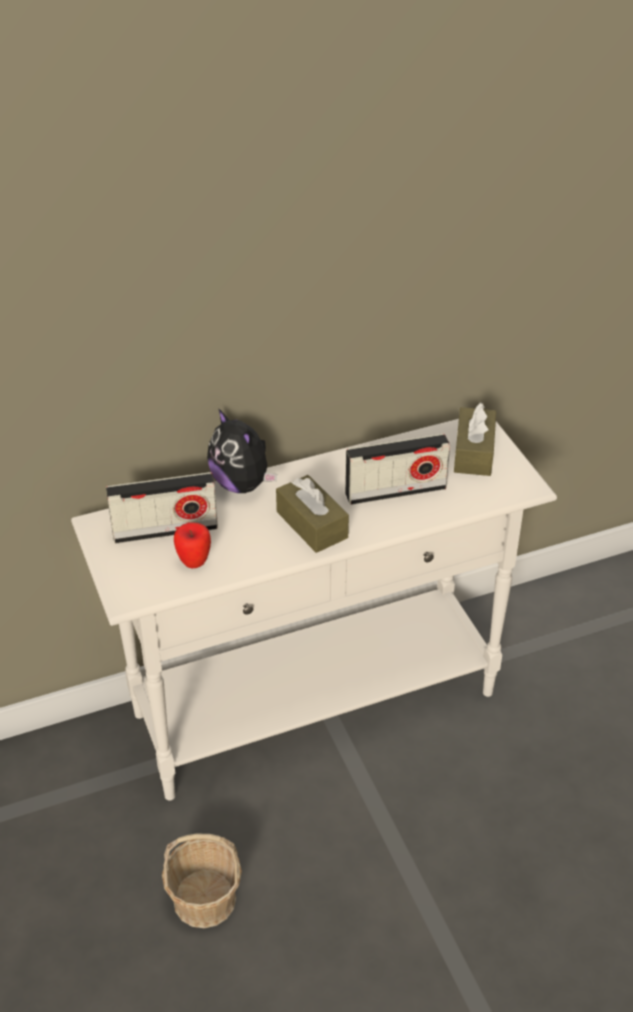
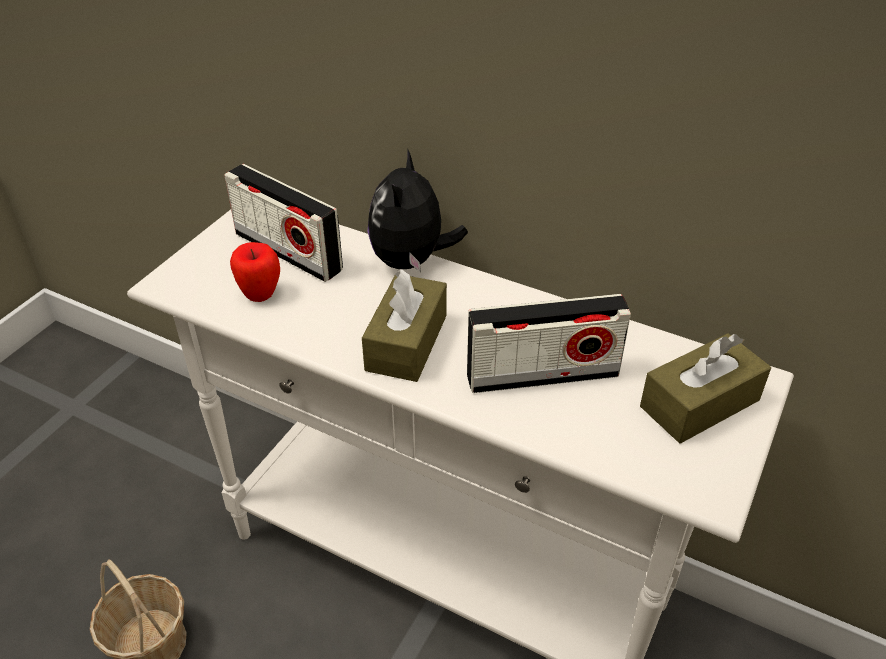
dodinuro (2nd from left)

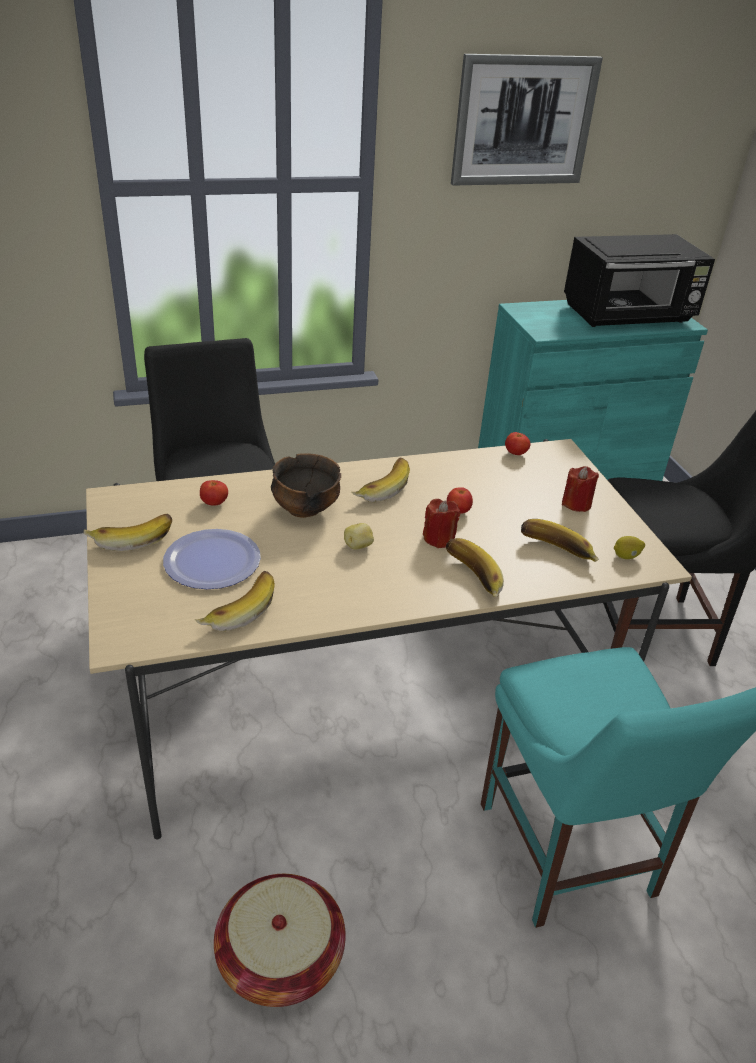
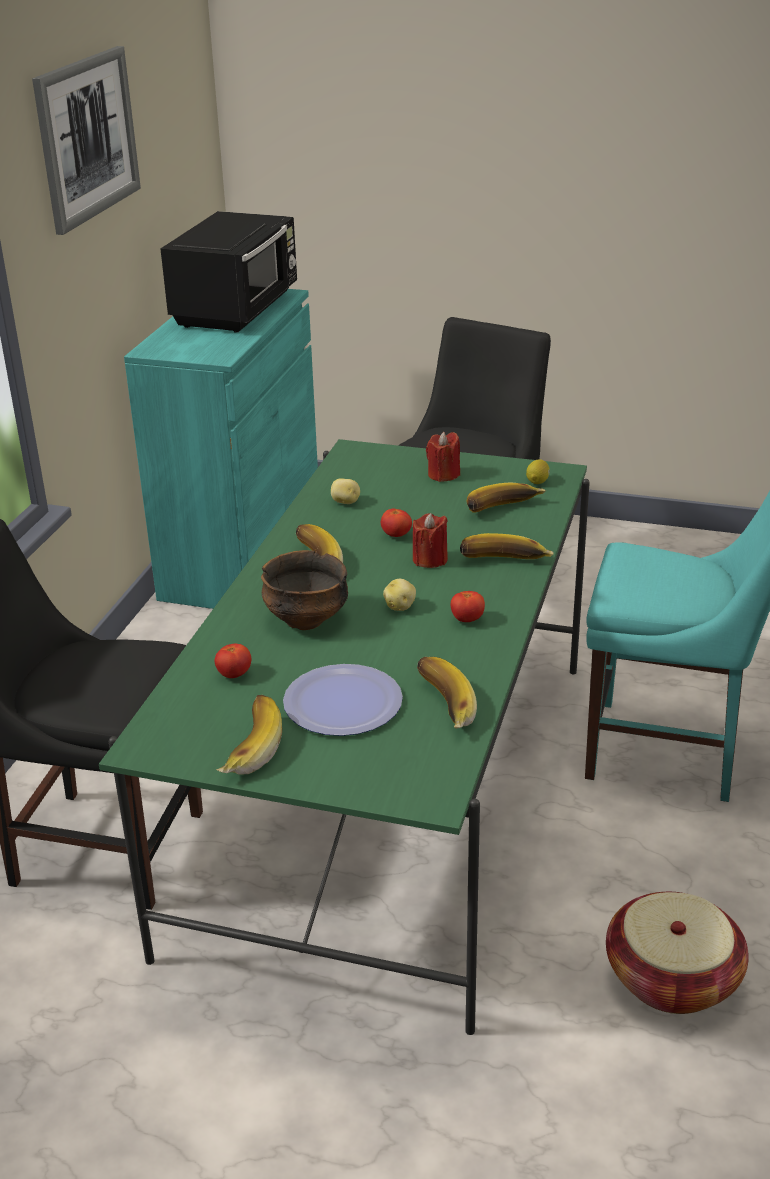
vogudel (1st from left)
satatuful (3rd from left)
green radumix

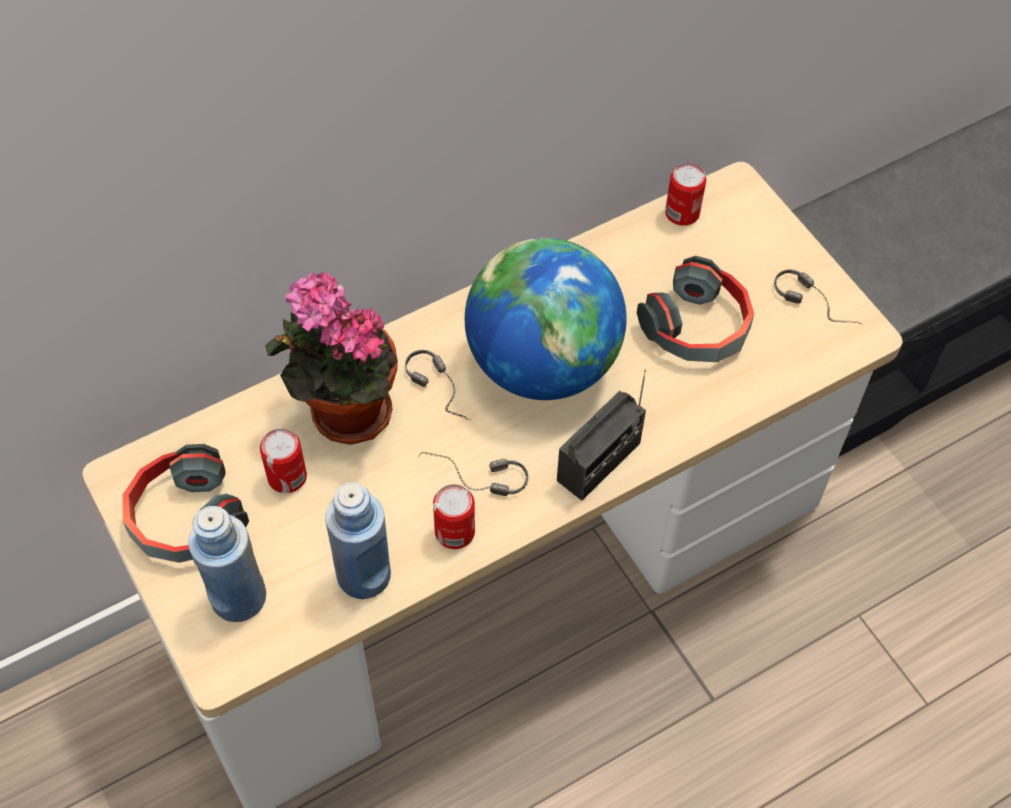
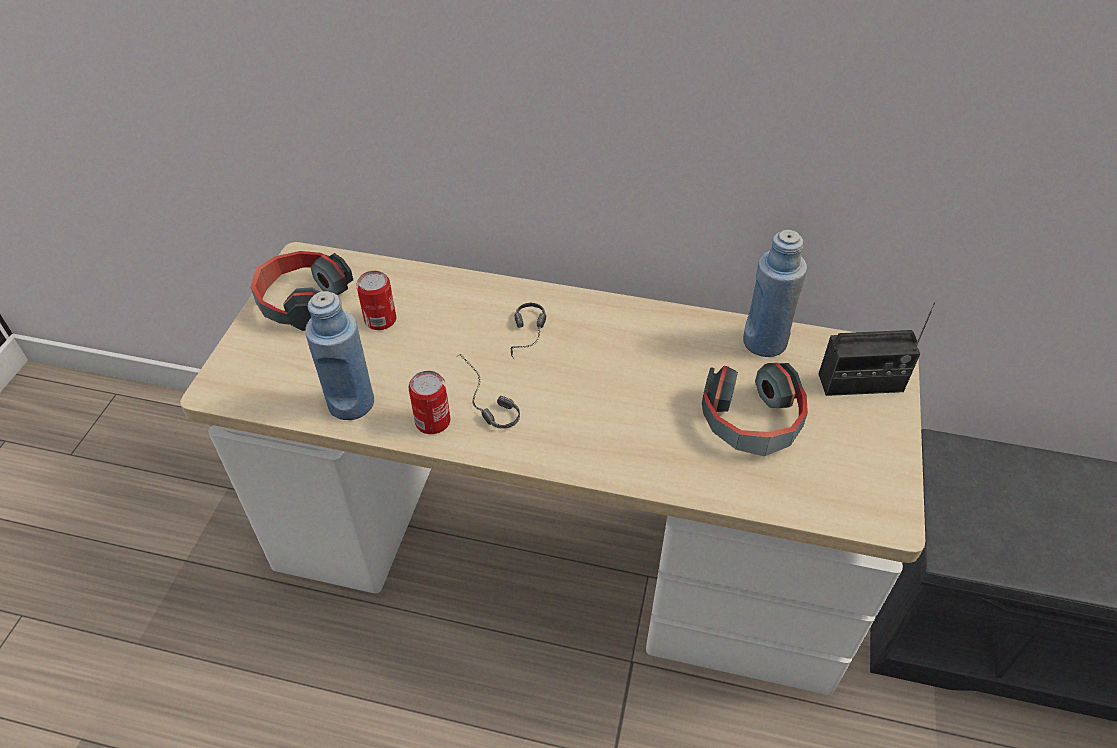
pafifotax
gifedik
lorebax (3rd from left in the first image)
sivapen (5th from left in the first image)
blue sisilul (2nd from left)
dodinuro

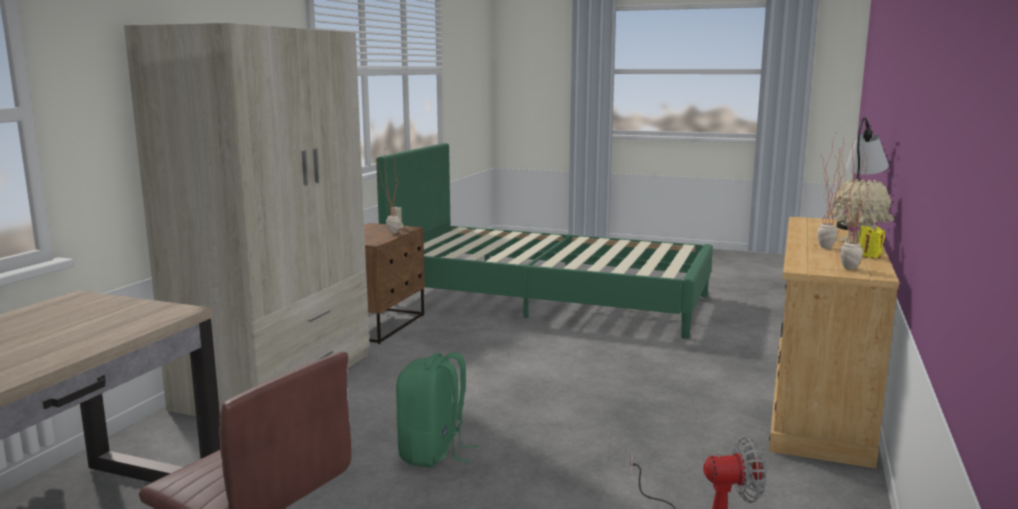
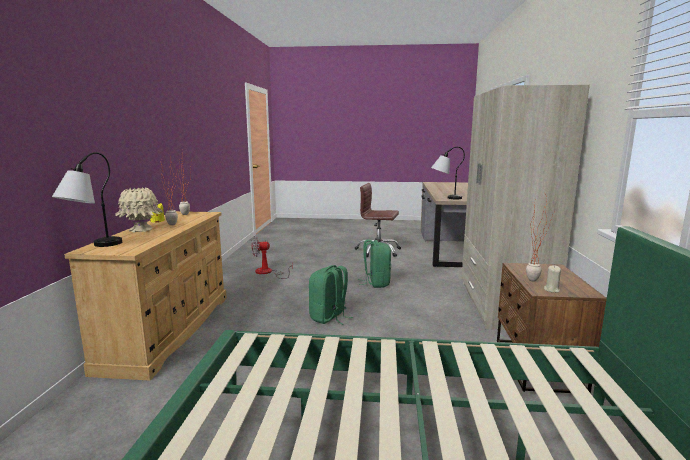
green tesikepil (1st from left)
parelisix (2nd from left)

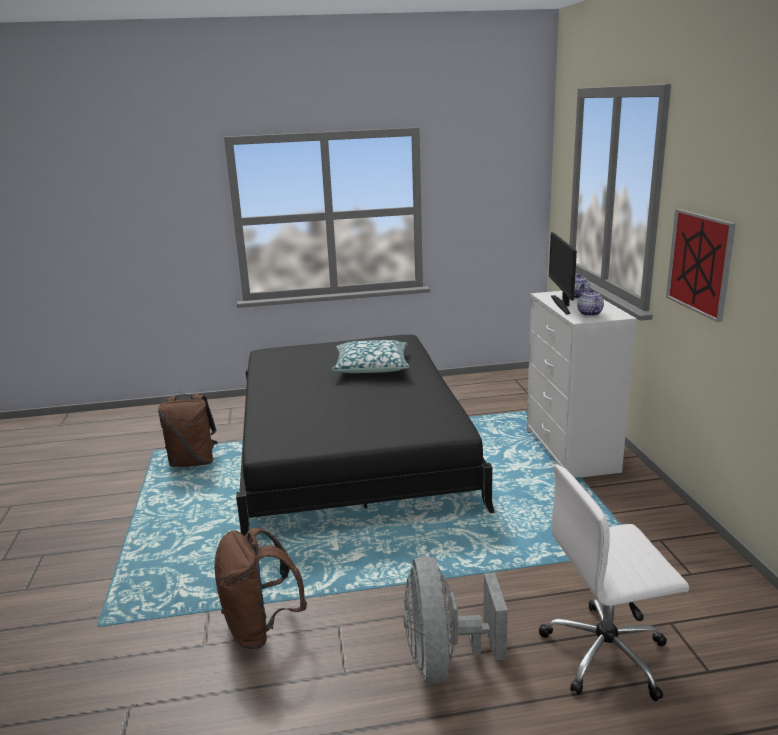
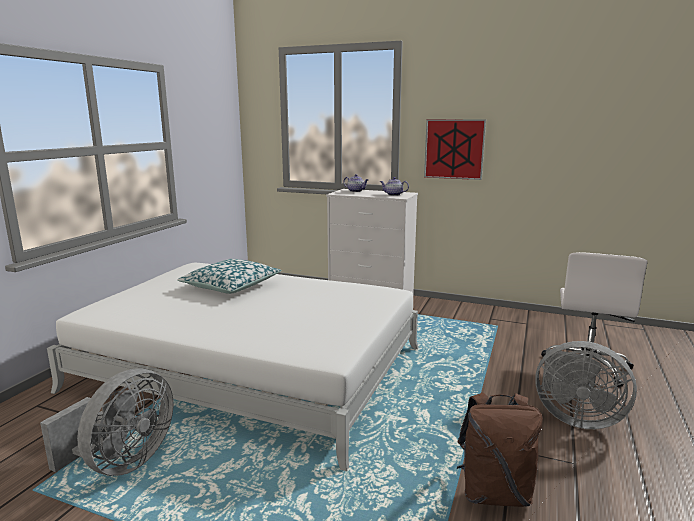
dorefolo
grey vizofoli (1st from left)
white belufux

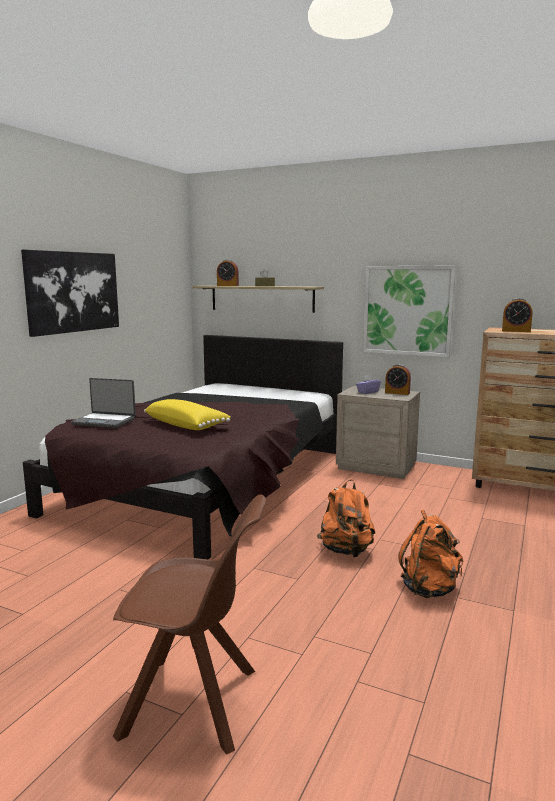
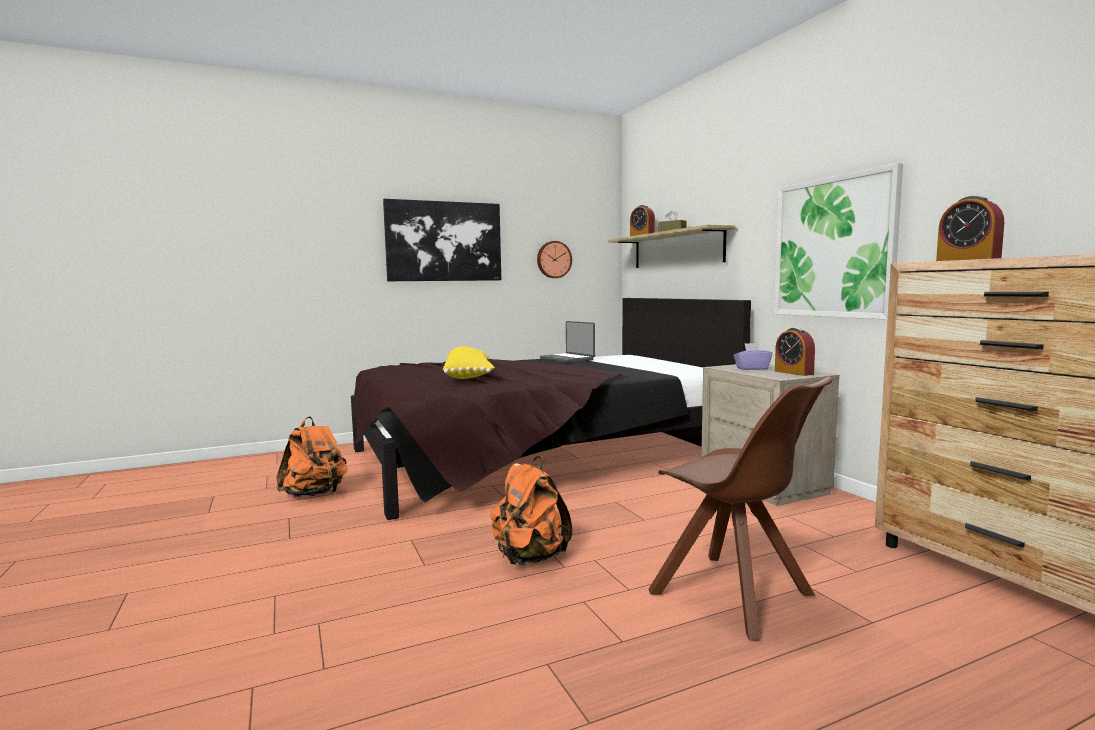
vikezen
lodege
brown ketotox
orange tesikepil (1st from left)

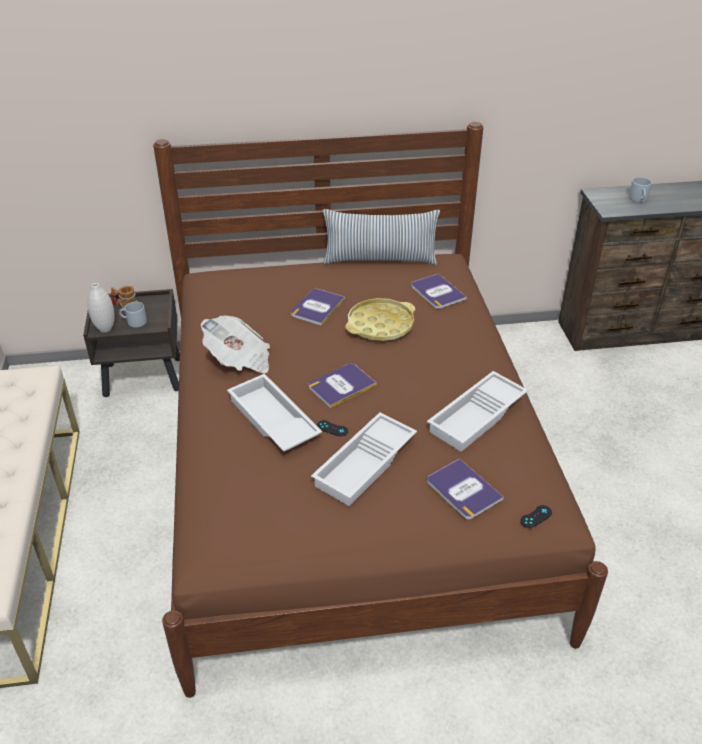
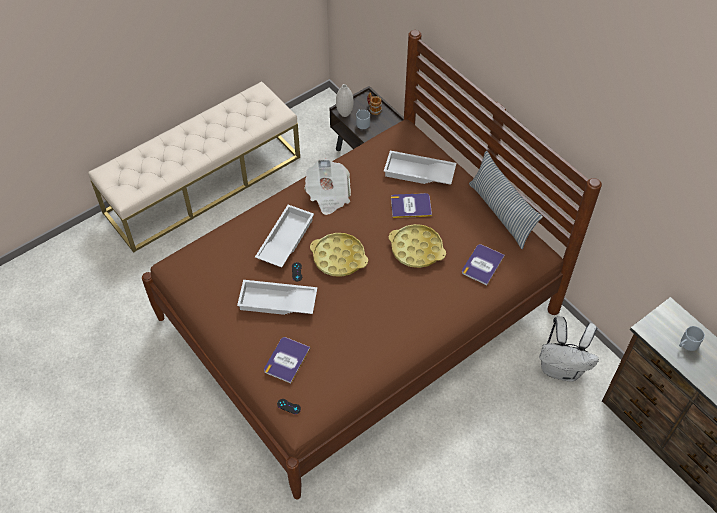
white tesikepil
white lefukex (3rd from left)
yellow lefukex (1st from left)

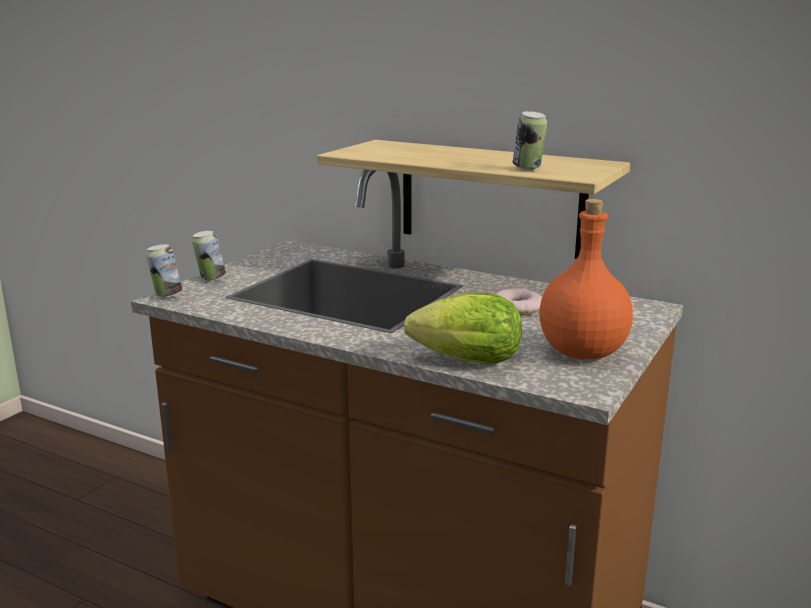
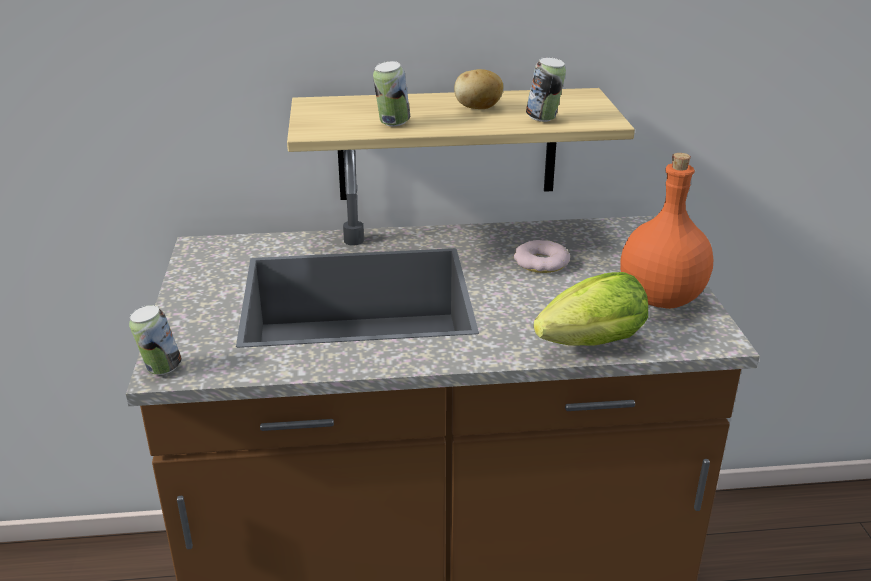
vogudel
lorebax (2nd from left)

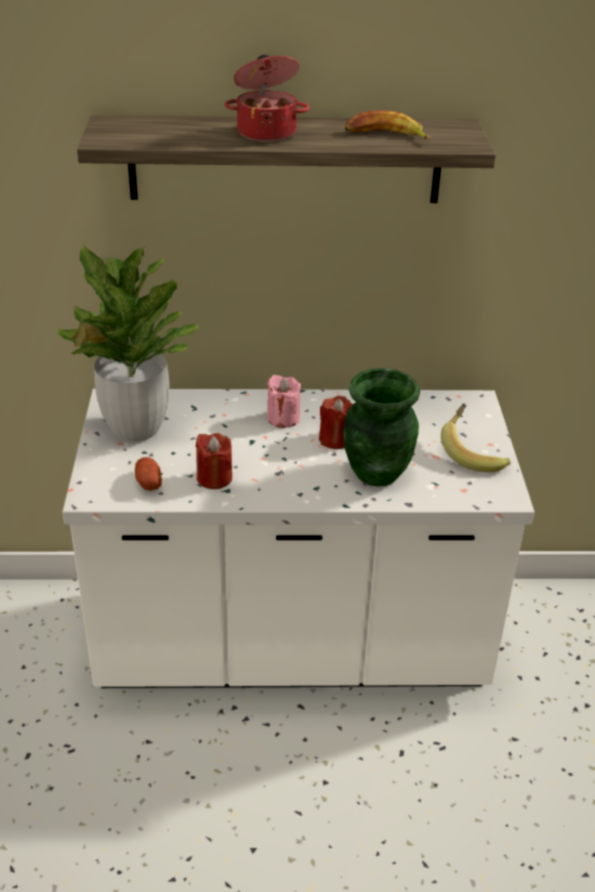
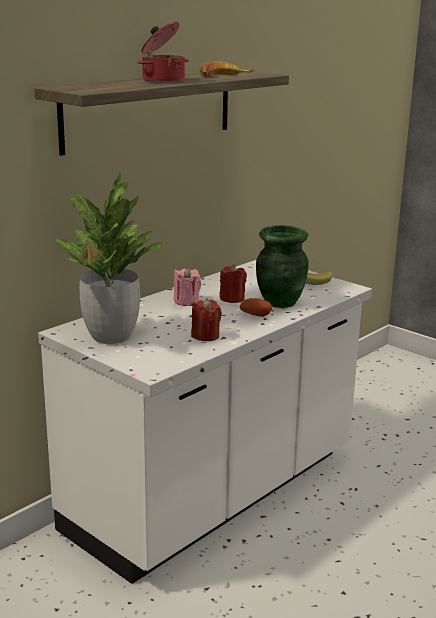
vogudel

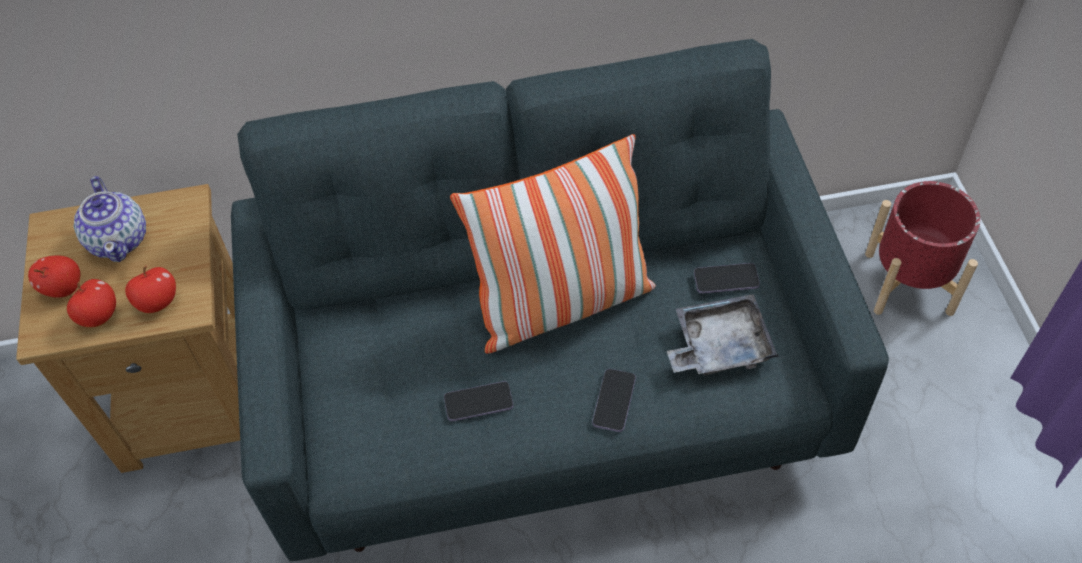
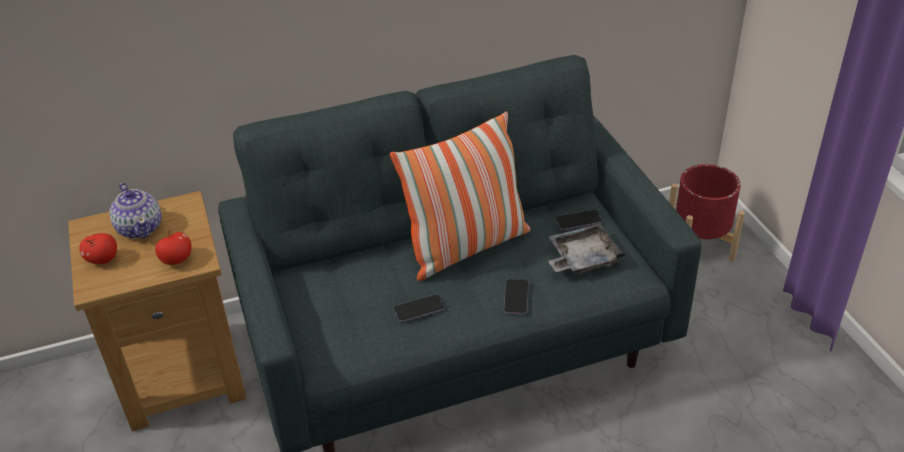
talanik (2nd from left in the first image)

